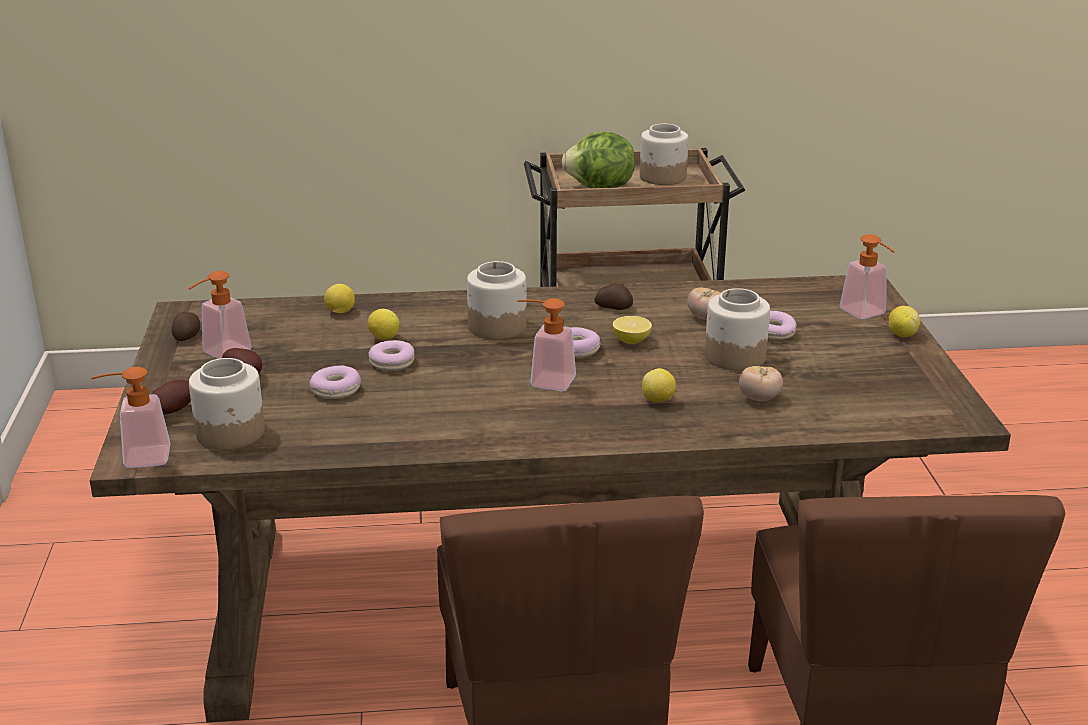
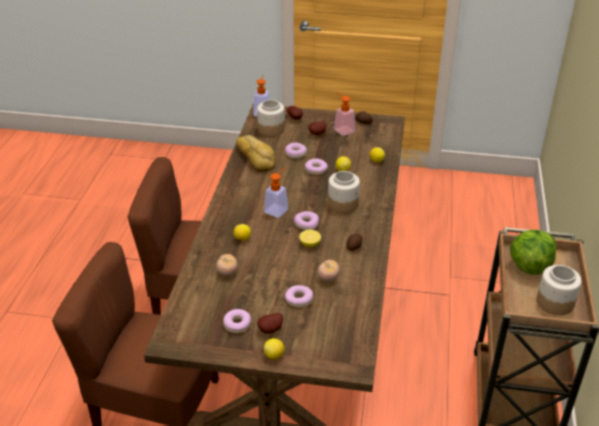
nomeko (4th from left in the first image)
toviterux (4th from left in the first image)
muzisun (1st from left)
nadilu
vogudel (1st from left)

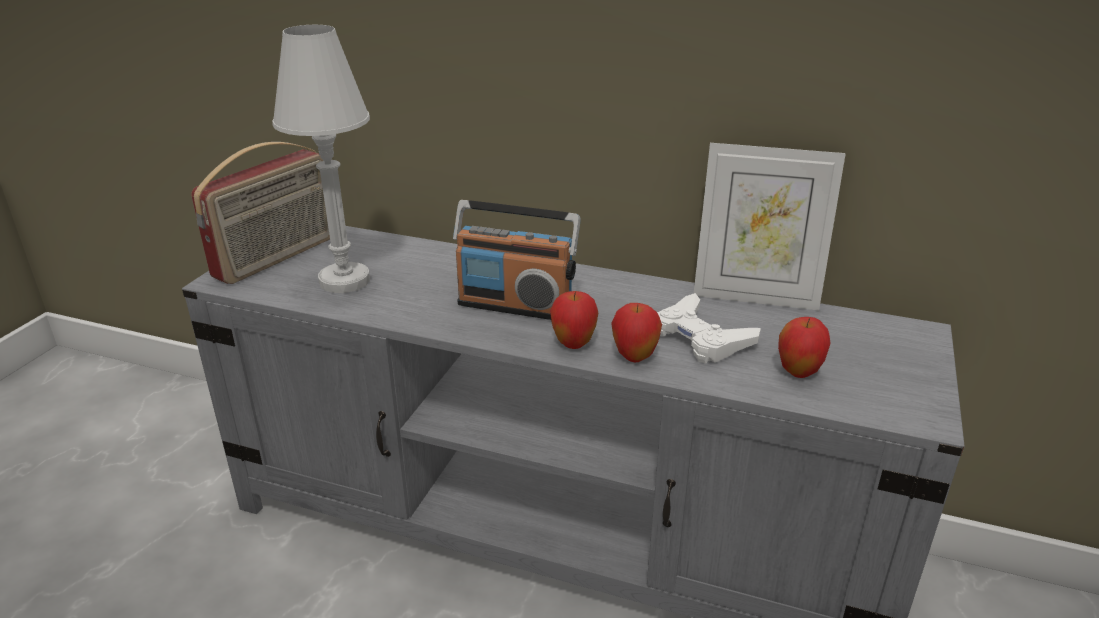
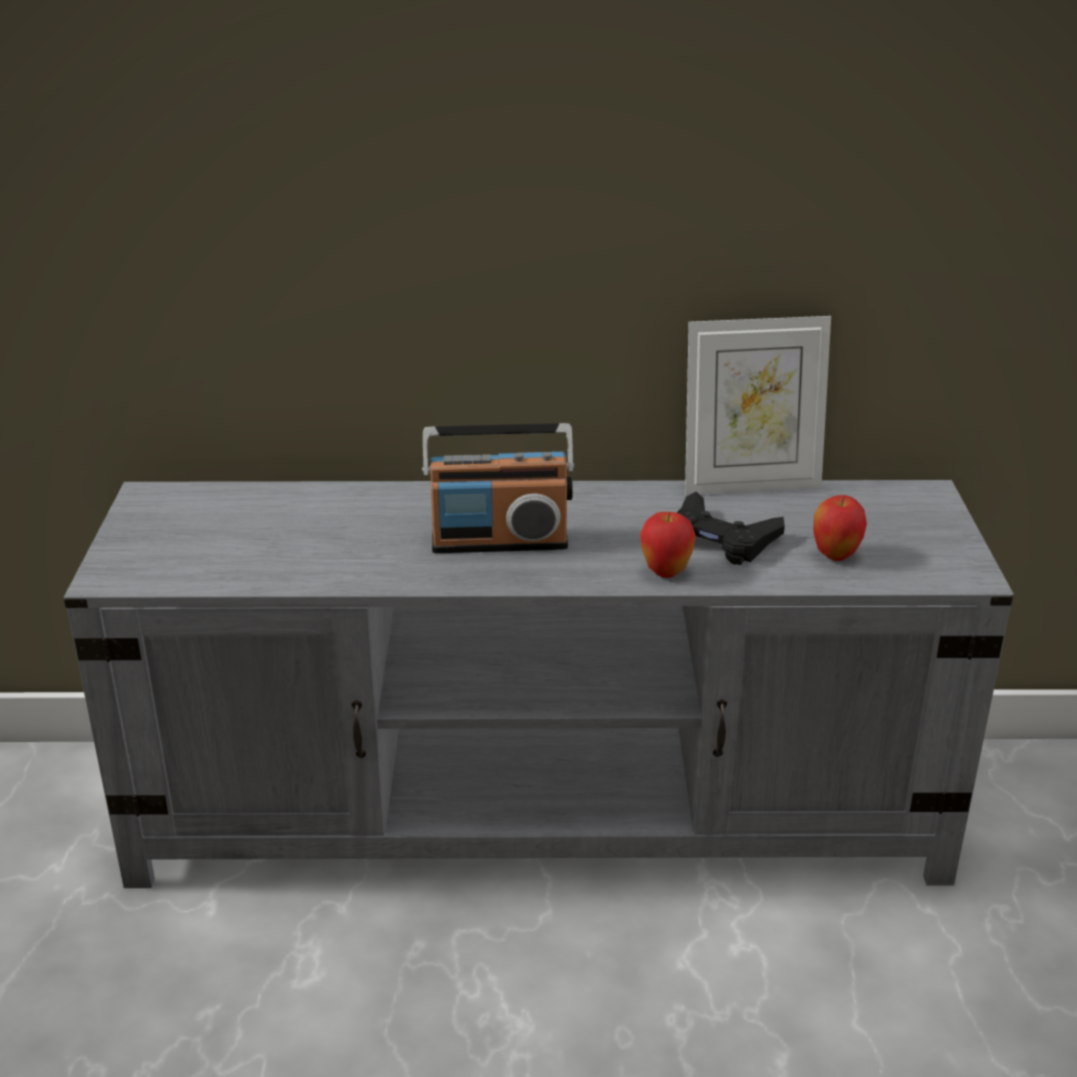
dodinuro (1st from left in the first image)
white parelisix
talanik (1st from left in the first image)
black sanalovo

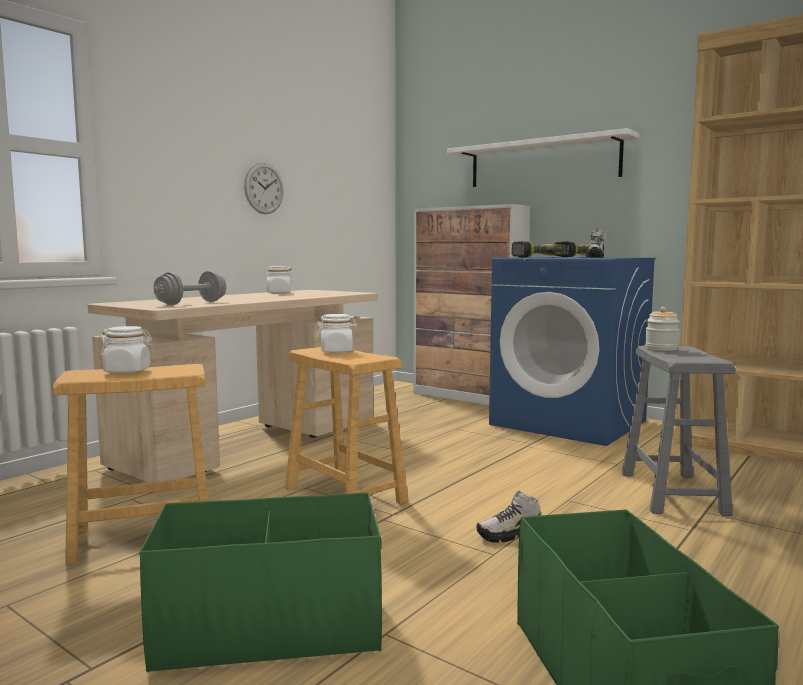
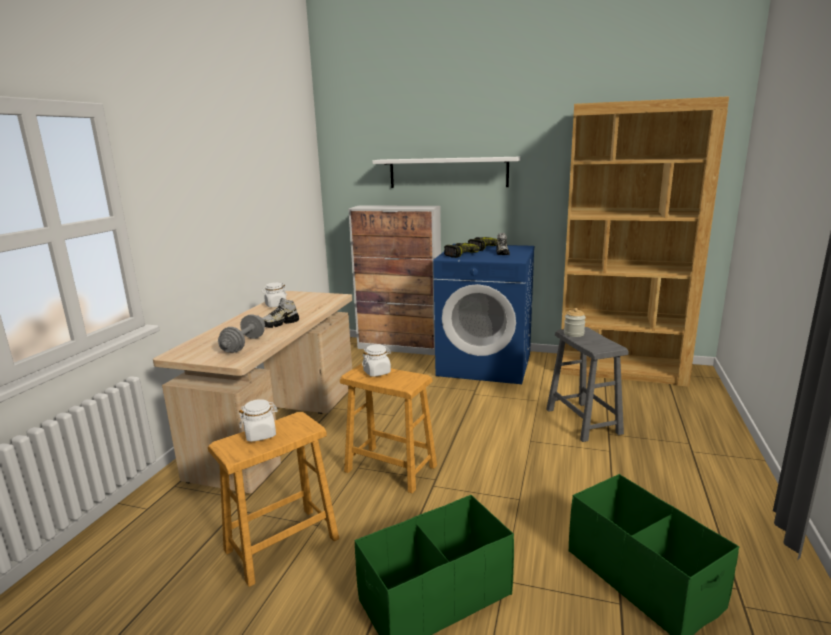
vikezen
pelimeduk (1st from left)

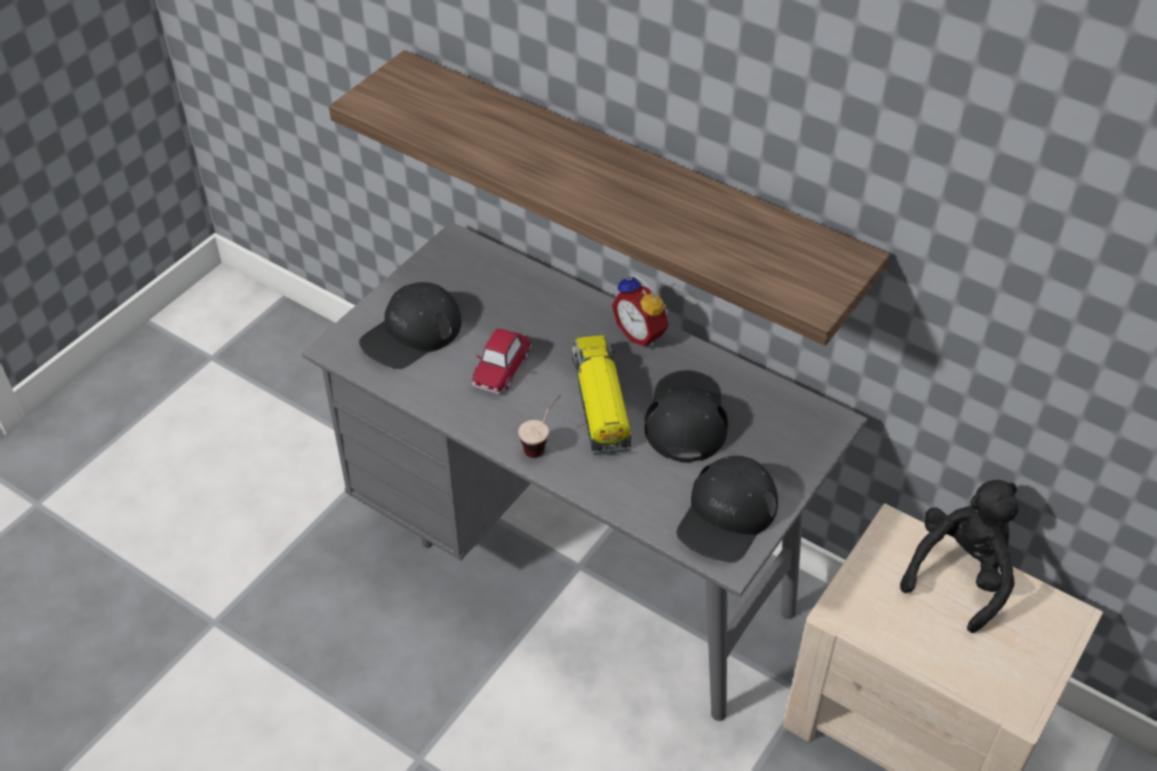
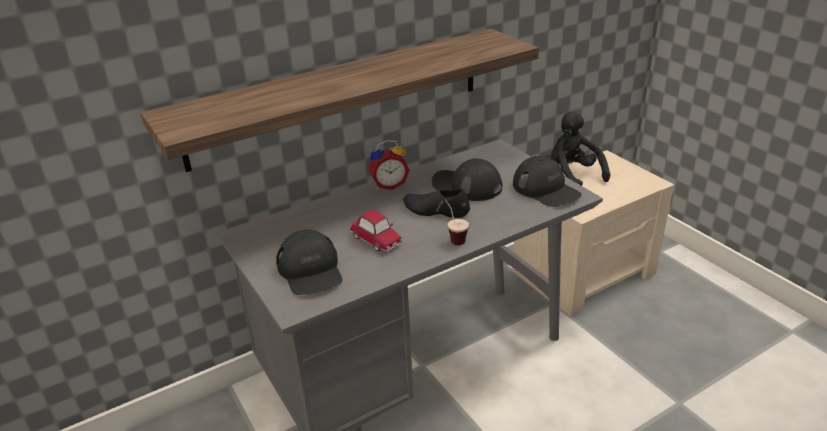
black pelimeduk

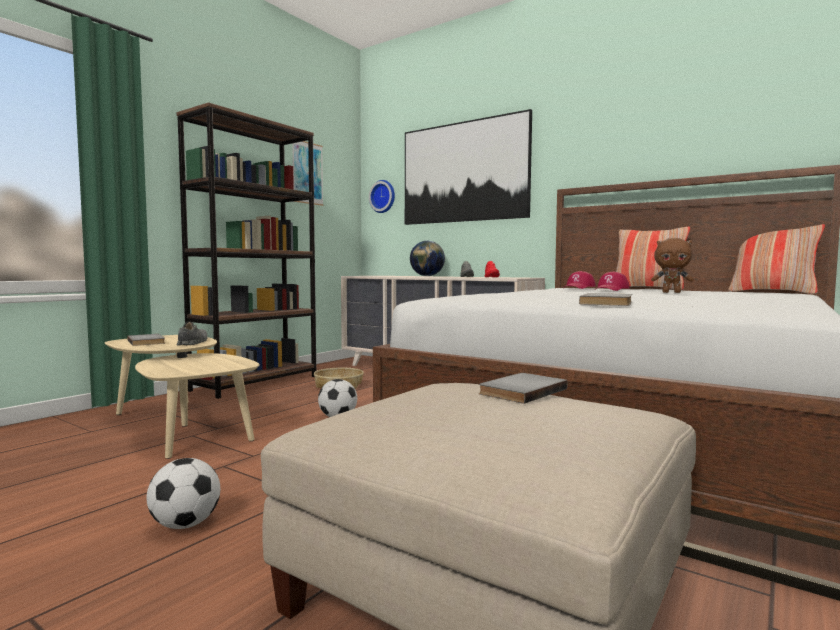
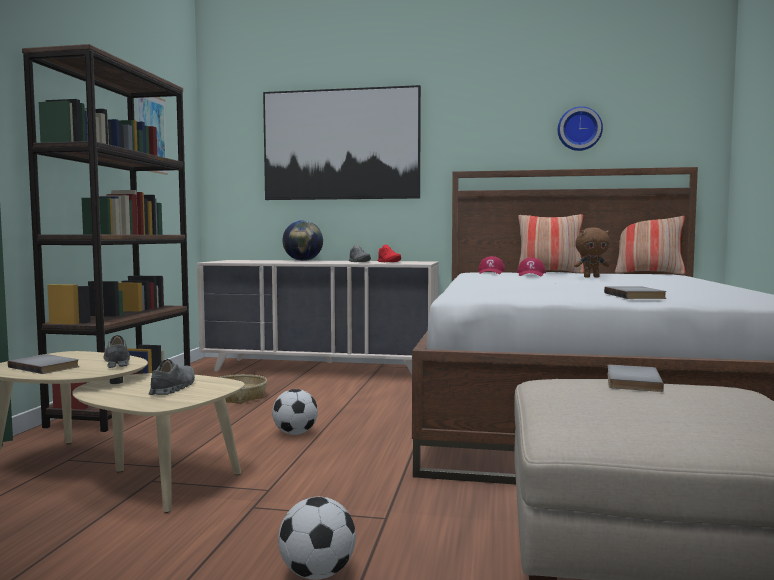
grey pelimeduk (2nd from left)
vikezen

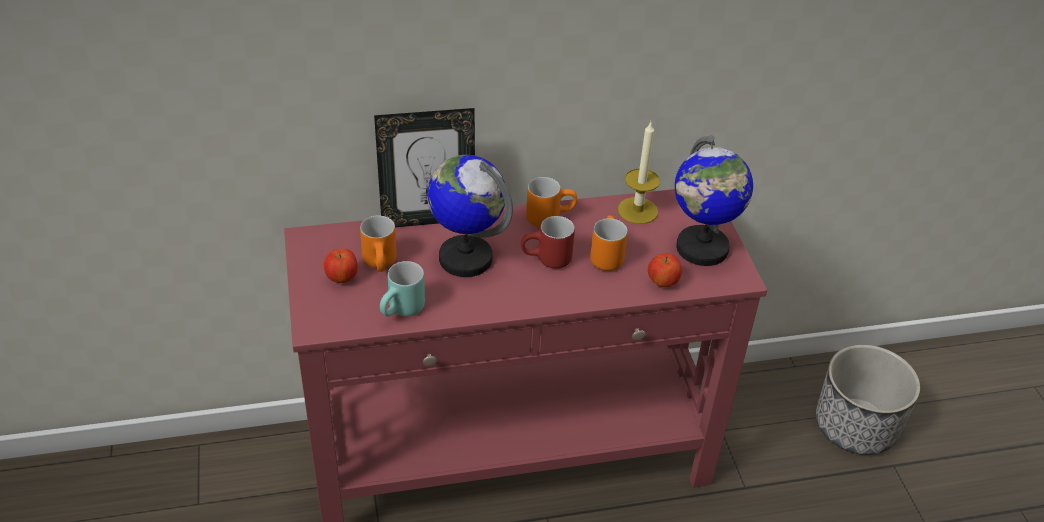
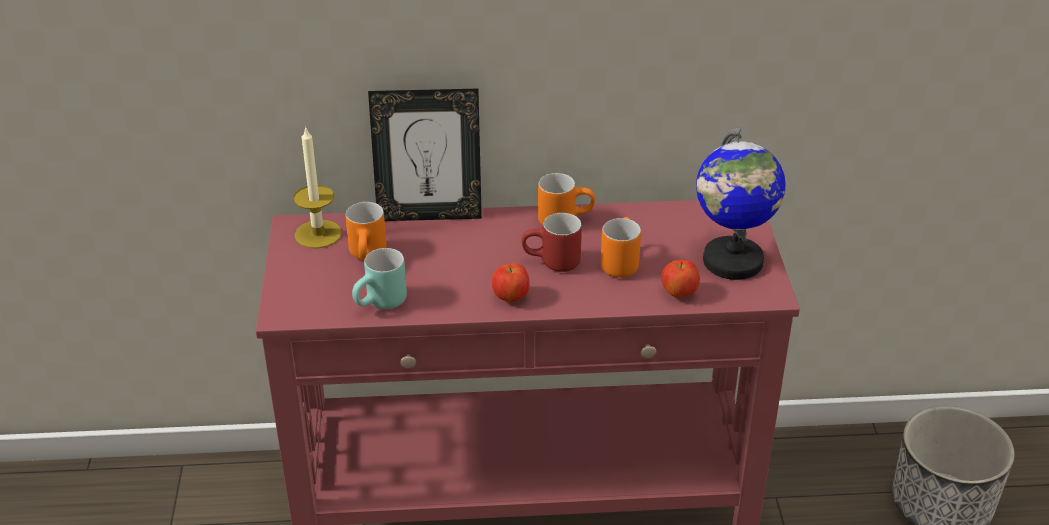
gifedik (1st from left in the first image)
talanik (1st from left)
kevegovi

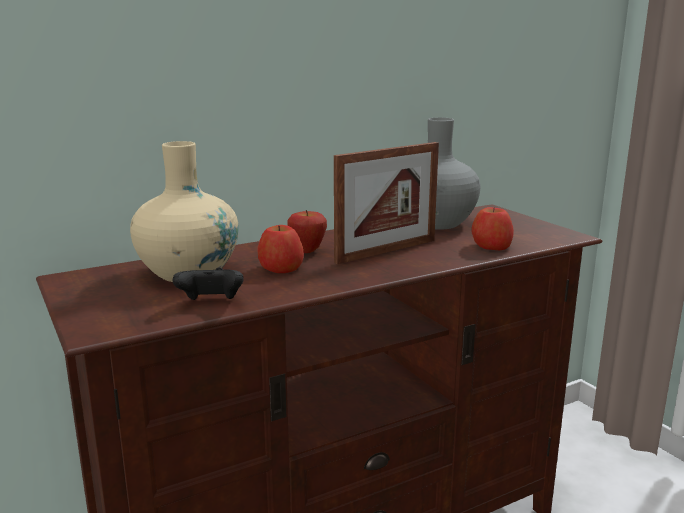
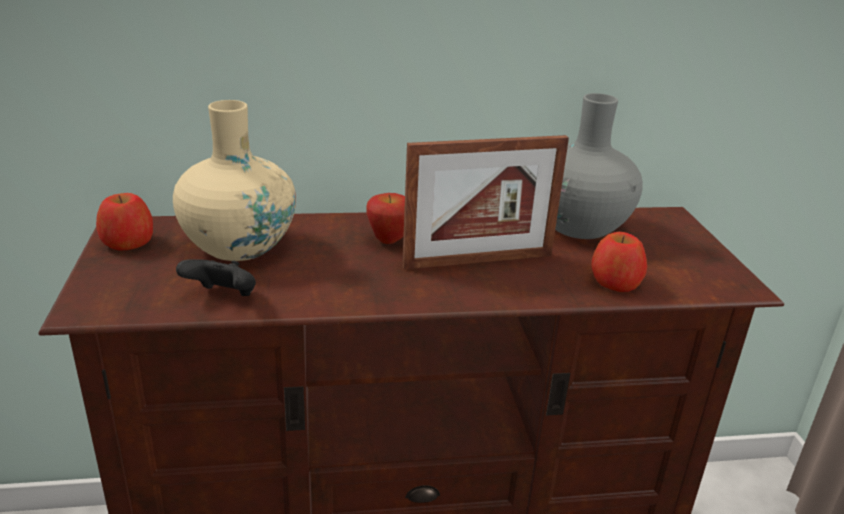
talanik (1st from left)

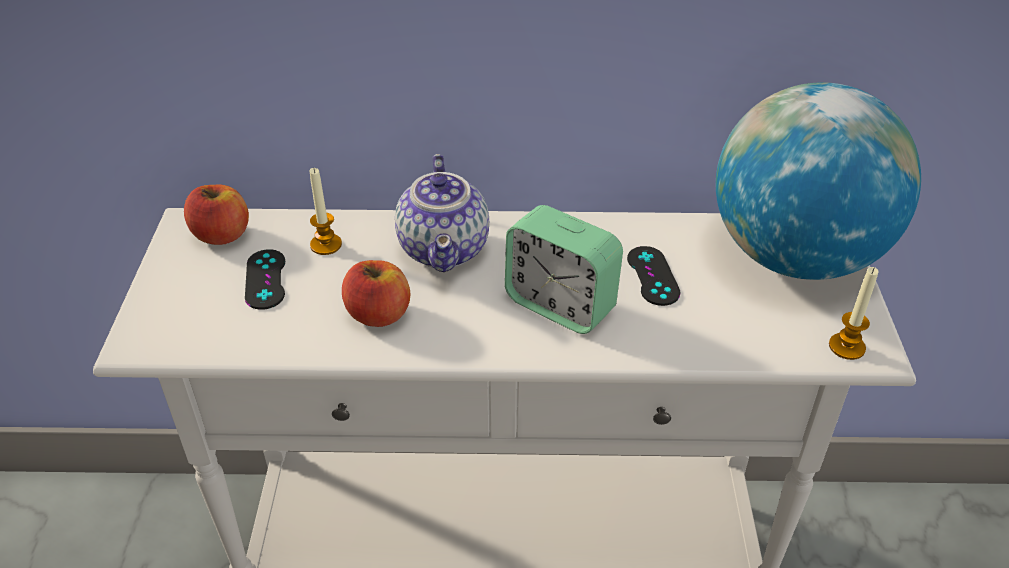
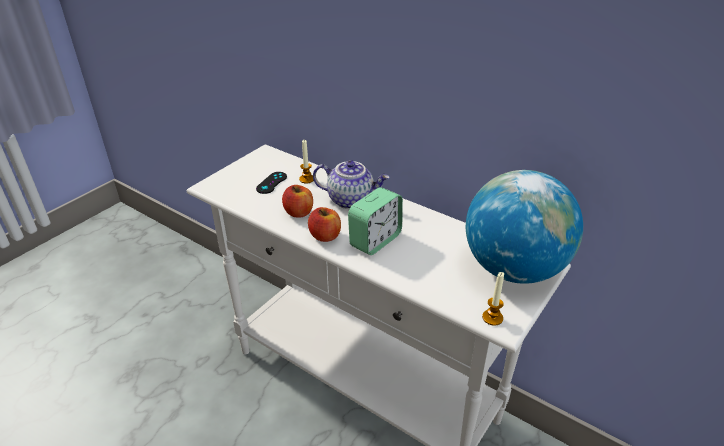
black sanalovo (2nd from left in the first image)
talanik (2nd from left)
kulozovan
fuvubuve

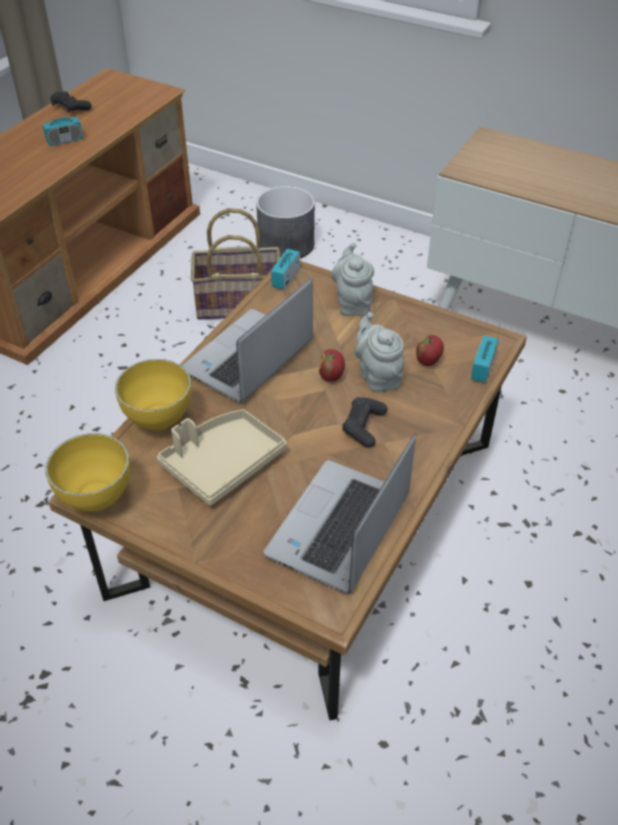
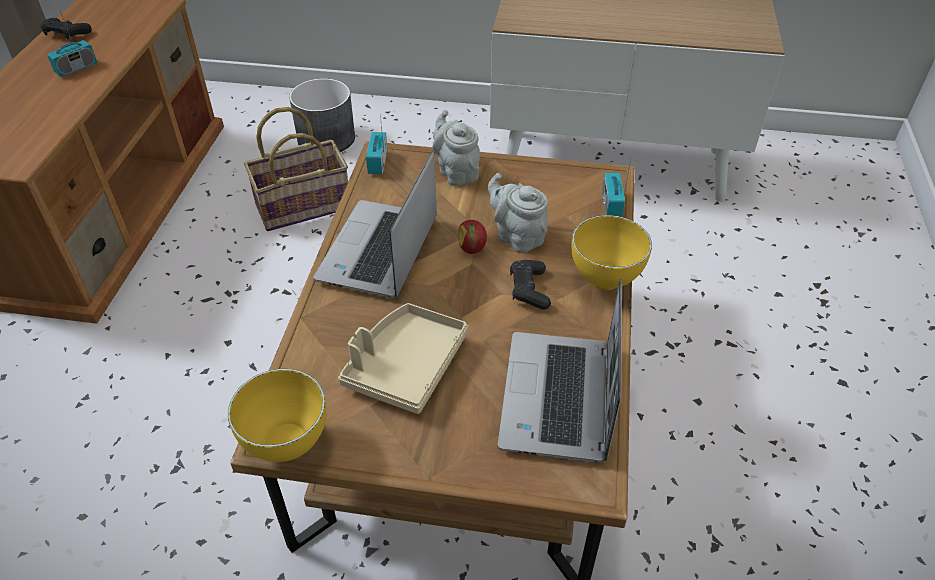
talanik (2nd from left in the first image)
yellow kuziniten (2nd from left)

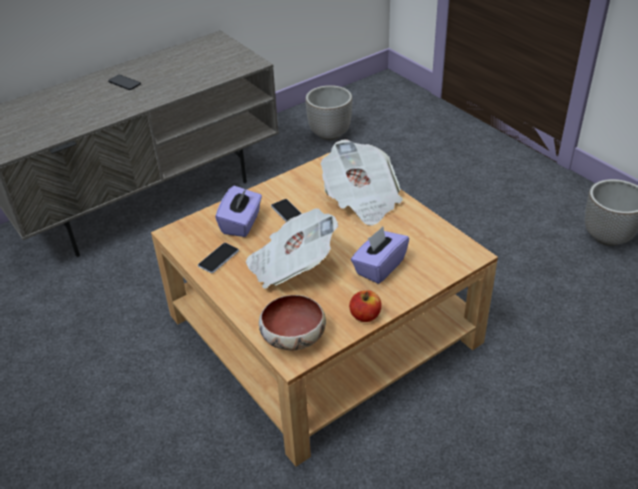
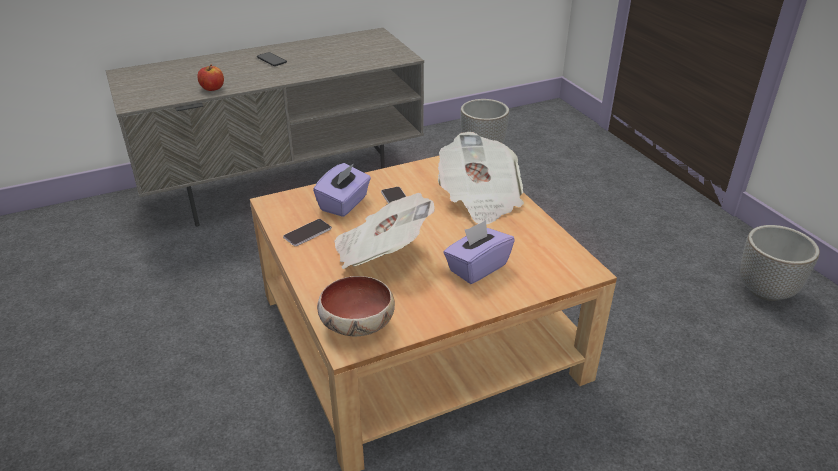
talanik

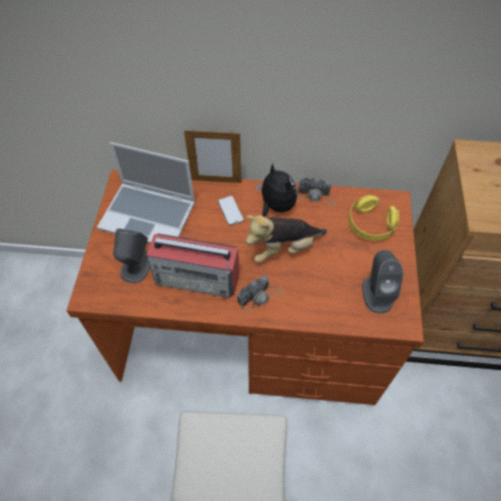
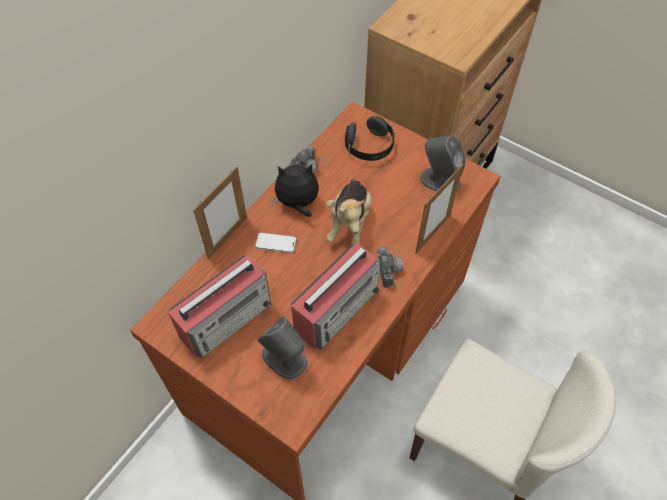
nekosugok (2nd from left)
dodinuro (1st from left)
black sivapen

